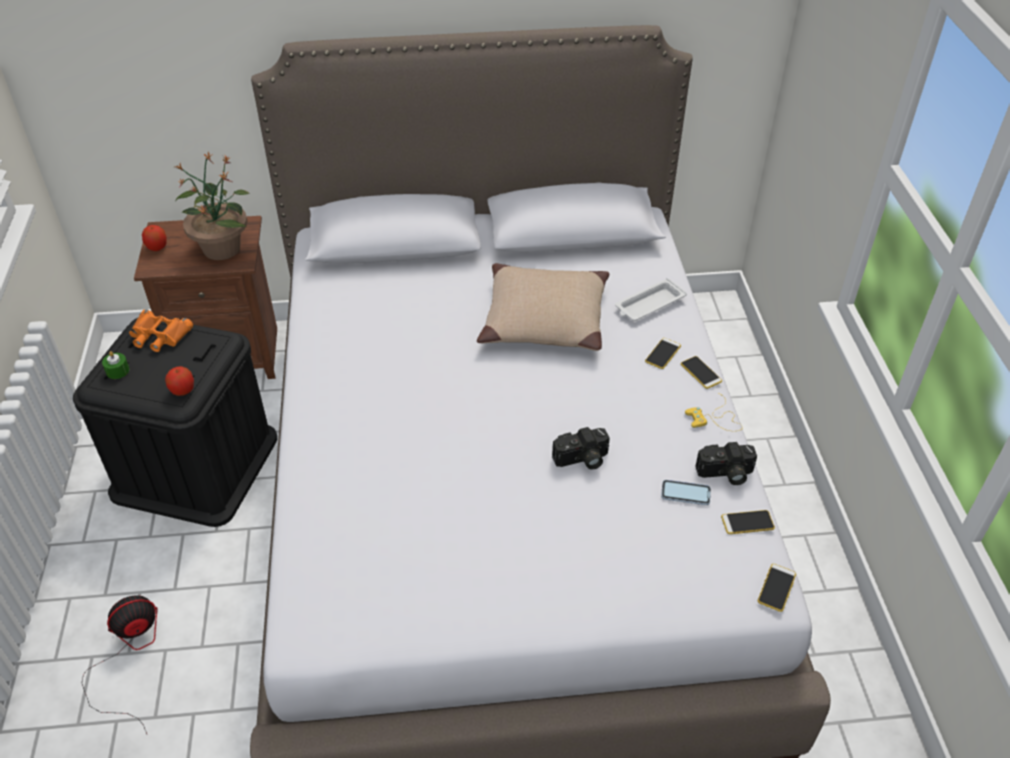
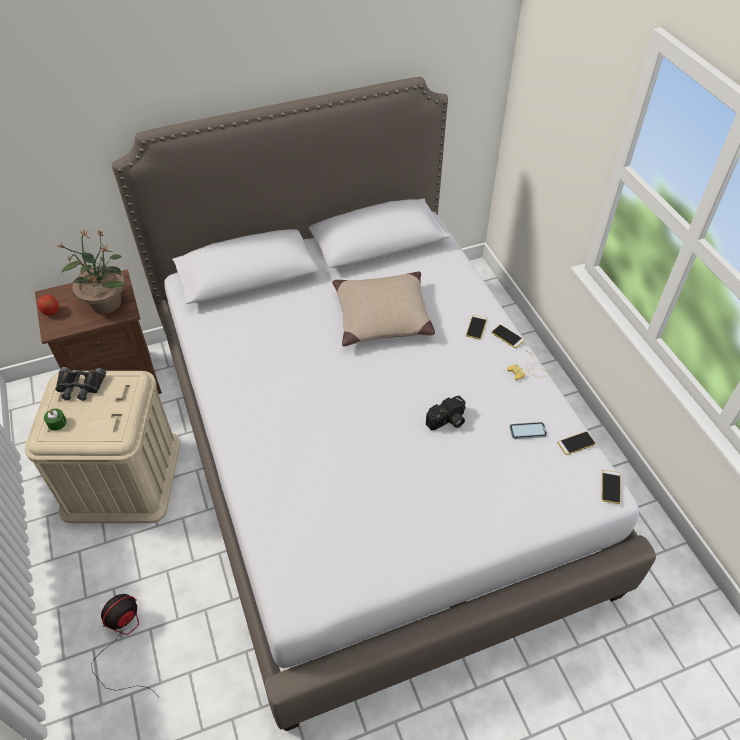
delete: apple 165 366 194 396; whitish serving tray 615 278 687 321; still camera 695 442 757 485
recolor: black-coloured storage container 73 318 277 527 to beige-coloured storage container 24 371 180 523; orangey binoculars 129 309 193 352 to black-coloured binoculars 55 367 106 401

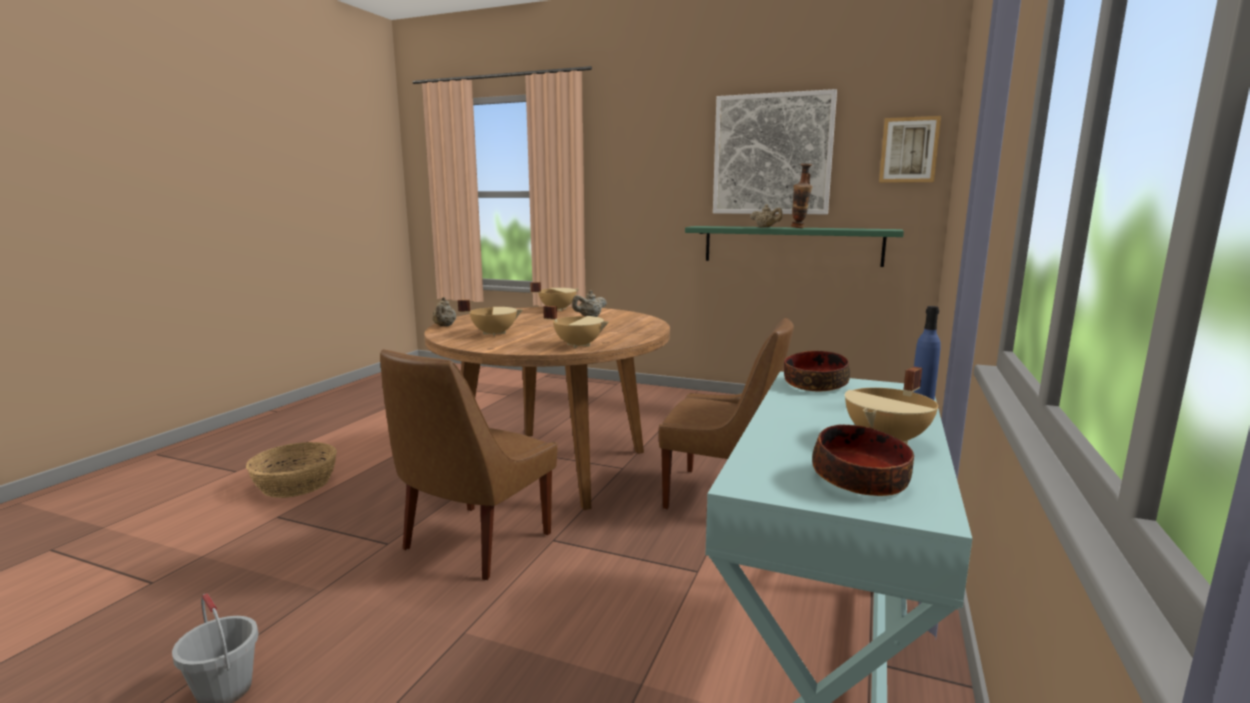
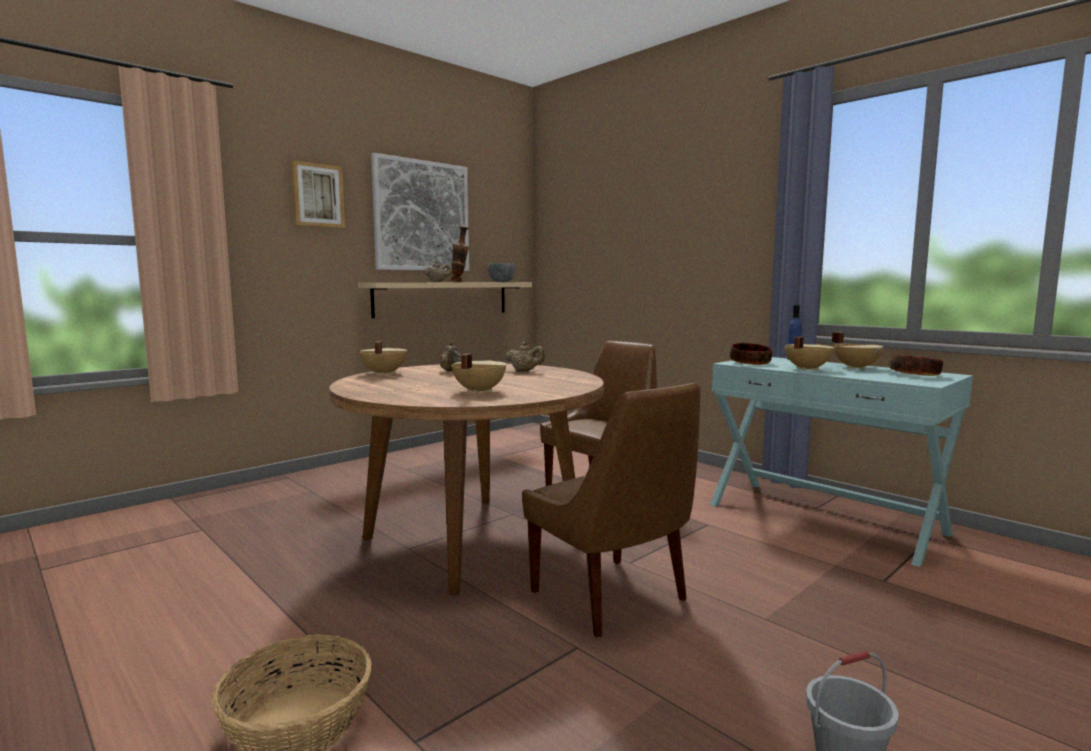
insert: gray bowl 488 263 516 282
move: wall picture 879 116 941 183 to 291 160 345 228; beige-coloured teapot 432 297 456 326 to 505 342 545 372; beige-coloured saucepot 543 306 609 348 to 785 337 834 370
recolor: green-coloured shelf 685 226 904 267 to beige-coloured shelf 358 283 532 318

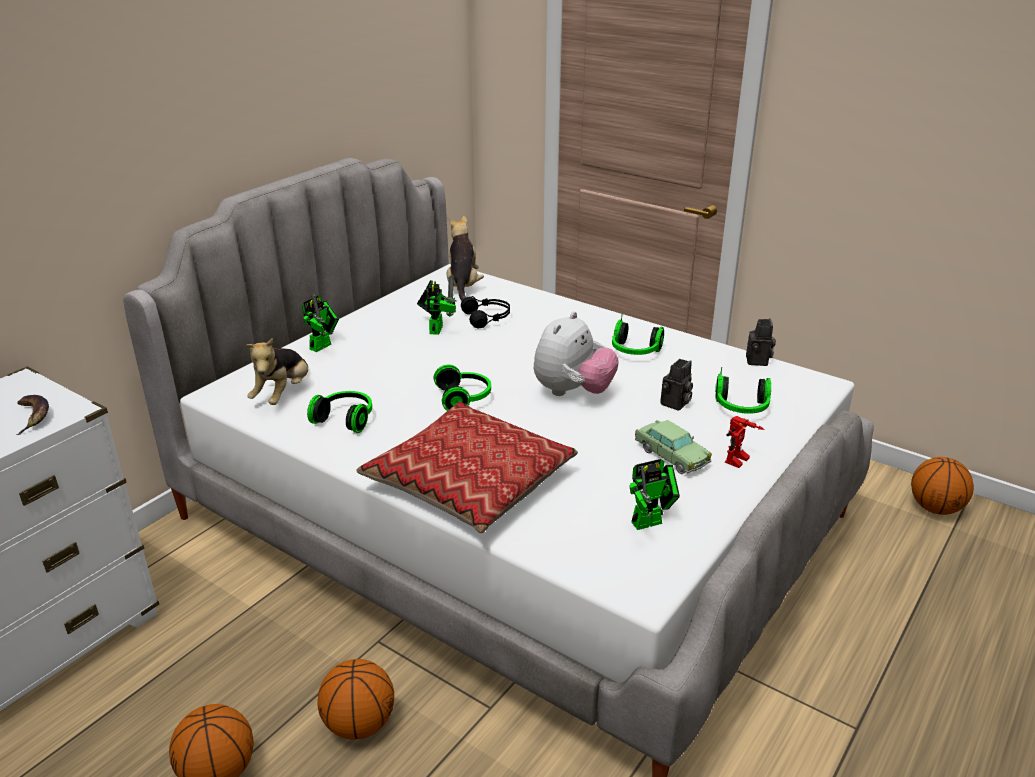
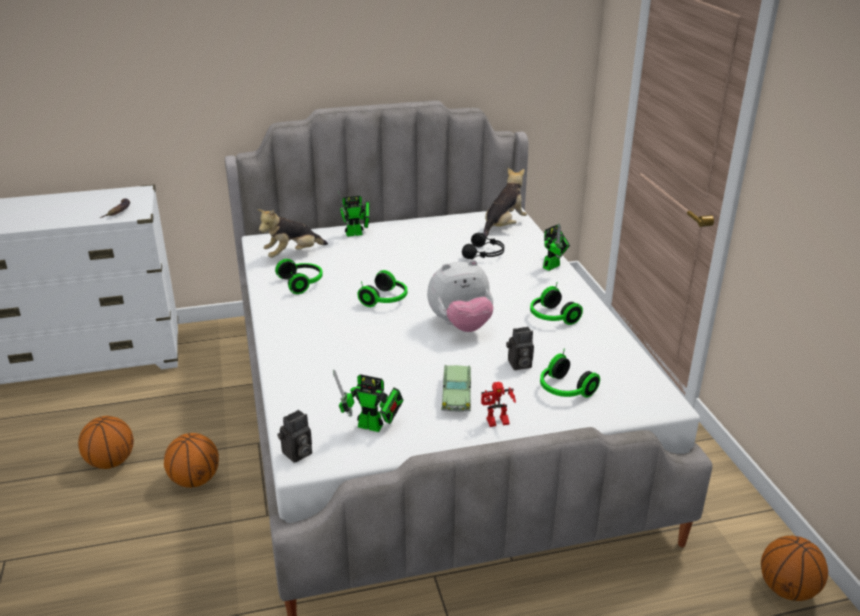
delete: throw pillow 356 402 578 533
move: still camera 746 318 776 366 to 277 410 312 463; robot figure 417 275 457 335 to 543 224 570 271

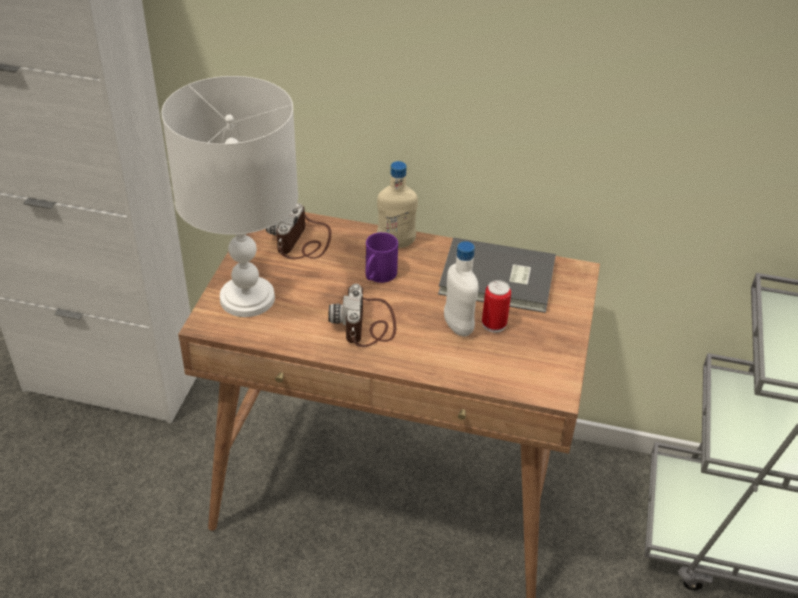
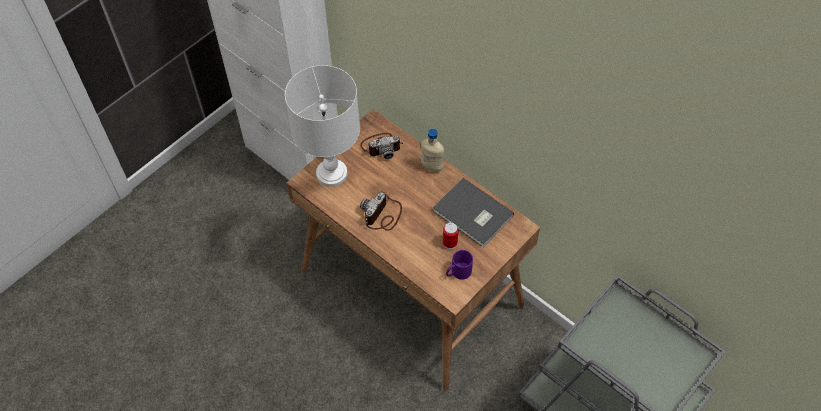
delete: whitish drink bottle 444 241 479 337
move: purple-coloured tea mug 366 232 398 283 to 446 250 473 280
rotate: still camera 266 203 331 259 = 360 133 403 159 150 degrees counterclockwise

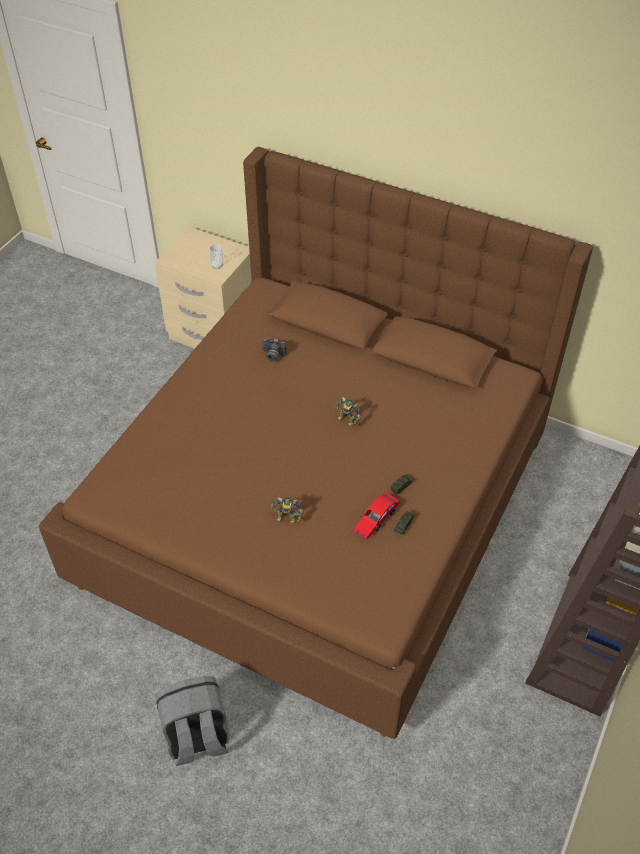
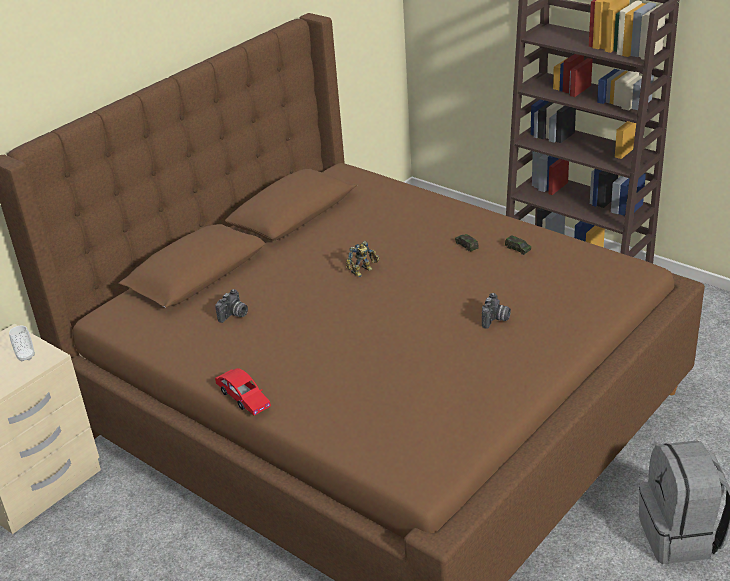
move: red toy car 354 493 400 539 to 215 368 271 415
replace: robot figure 270 497 304 523 to still camera 482 293 511 329

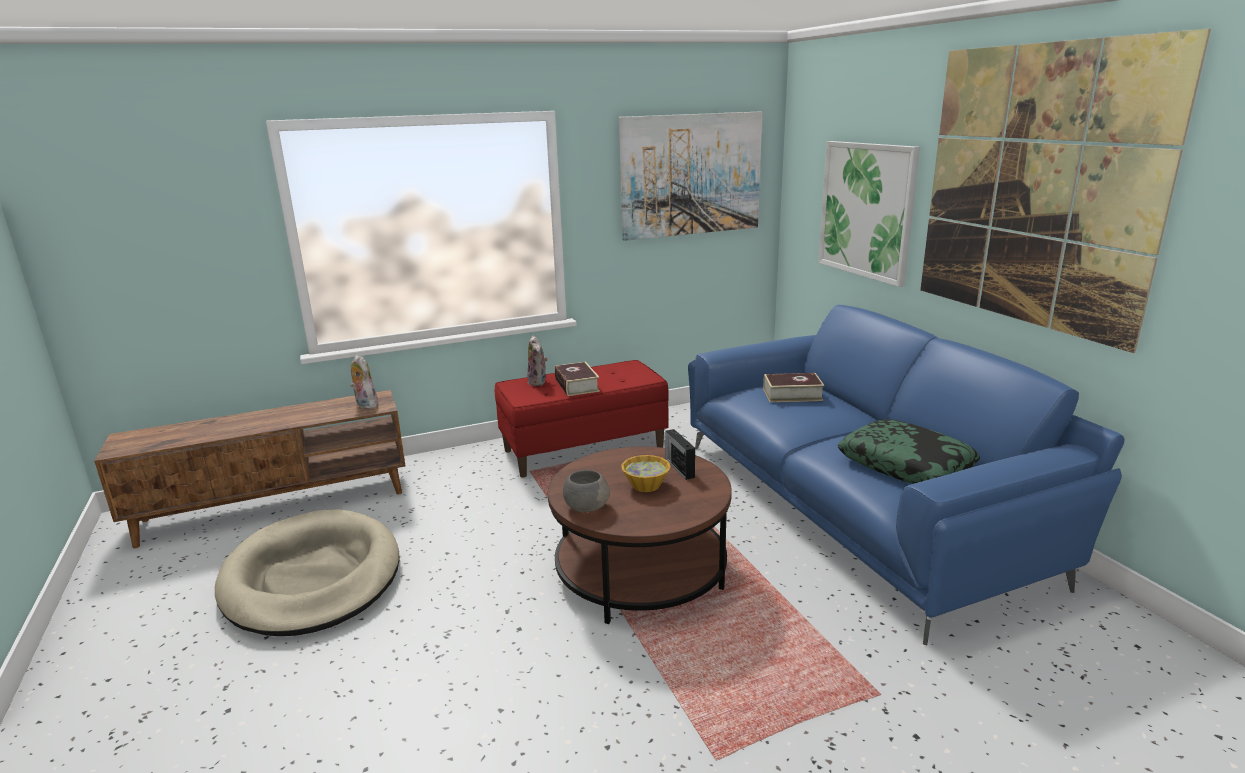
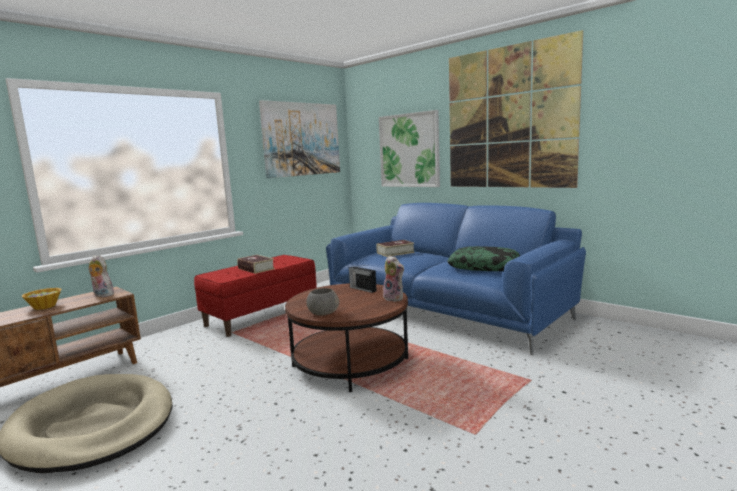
move: bowl 621 455 671 492 to 22 288 61 310; plush toy 527 335 548 386 to 383 255 404 302

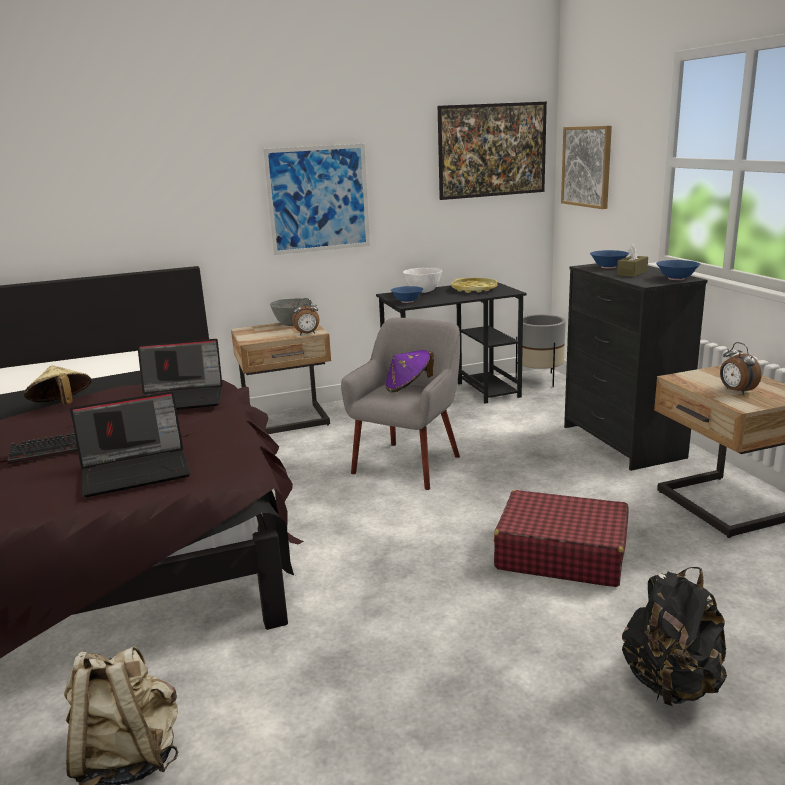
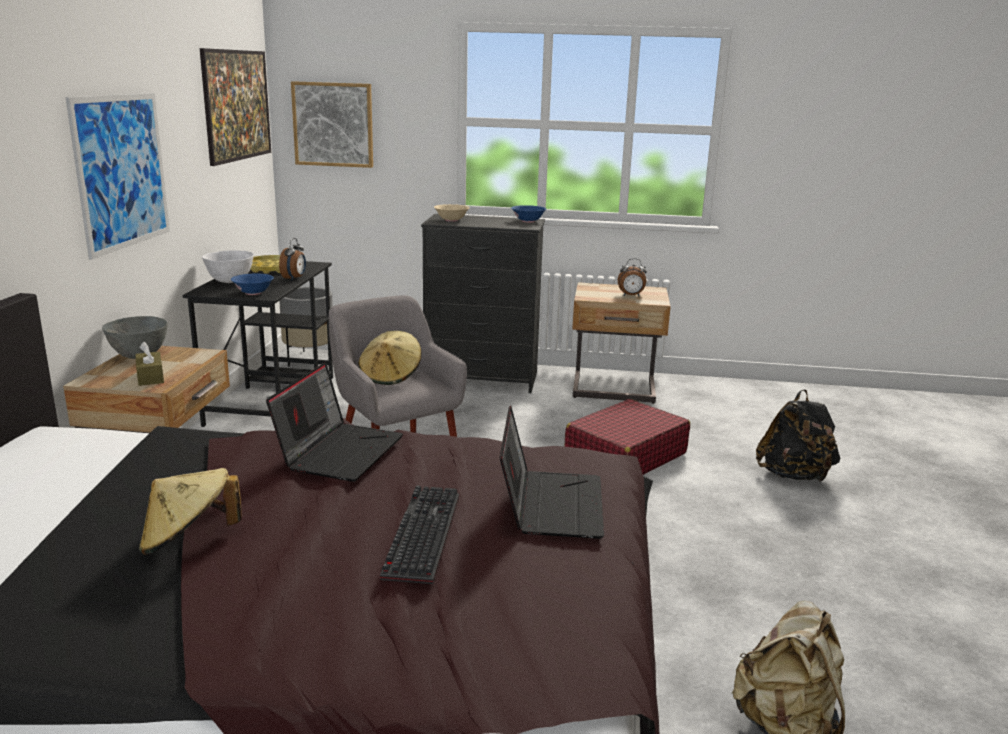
move: brown box of tissues 617 244 648 277 to 135 342 164 386; table clock 292 298 319 335 to 279 238 306 281
recolor: purple-coloured hat 385 350 434 393 to beige-coloured hat 358 331 422 385; blue bowl 590 250 629 269 to beige-coloured bowl 434 204 470 222

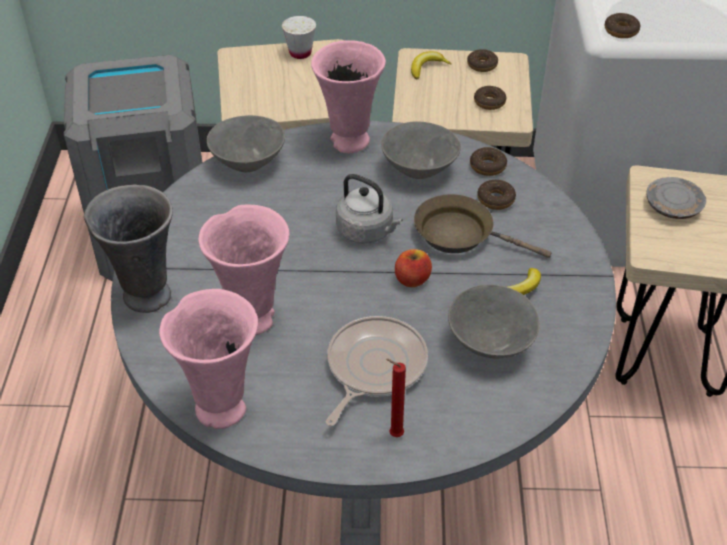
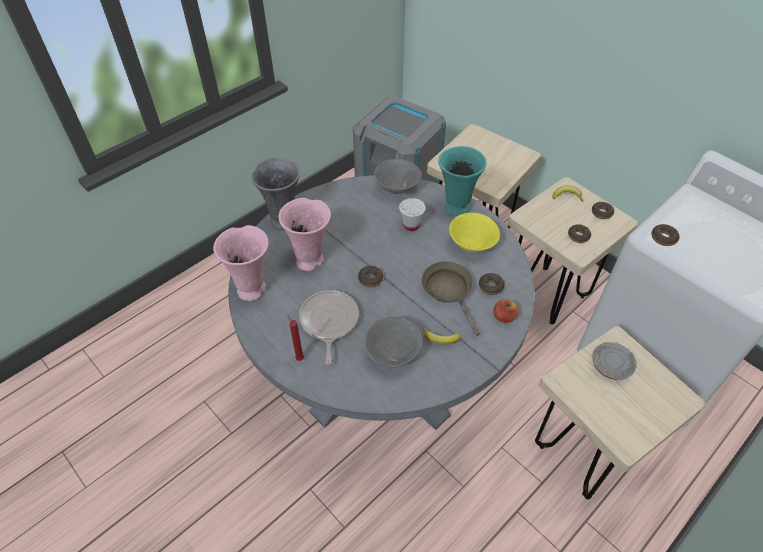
delete: gray tea kettle 336 174 403 244
move: ring doughnut 470 147 507 176 to 358 266 383 287; whitish drinking cup 282 16 316 59 to 399 198 426 231; apple 395 249 432 287 to 493 299 519 323
recolor: pink-coloured vase 311 40 386 153 to blue-green vase 438 146 487 216; gray bowl 381 121 461 179 to yellow-coloured bowl 449 213 500 252
rotate: pan 326 316 428 426 = 299 290 359 365 75 degrees counterclockwise

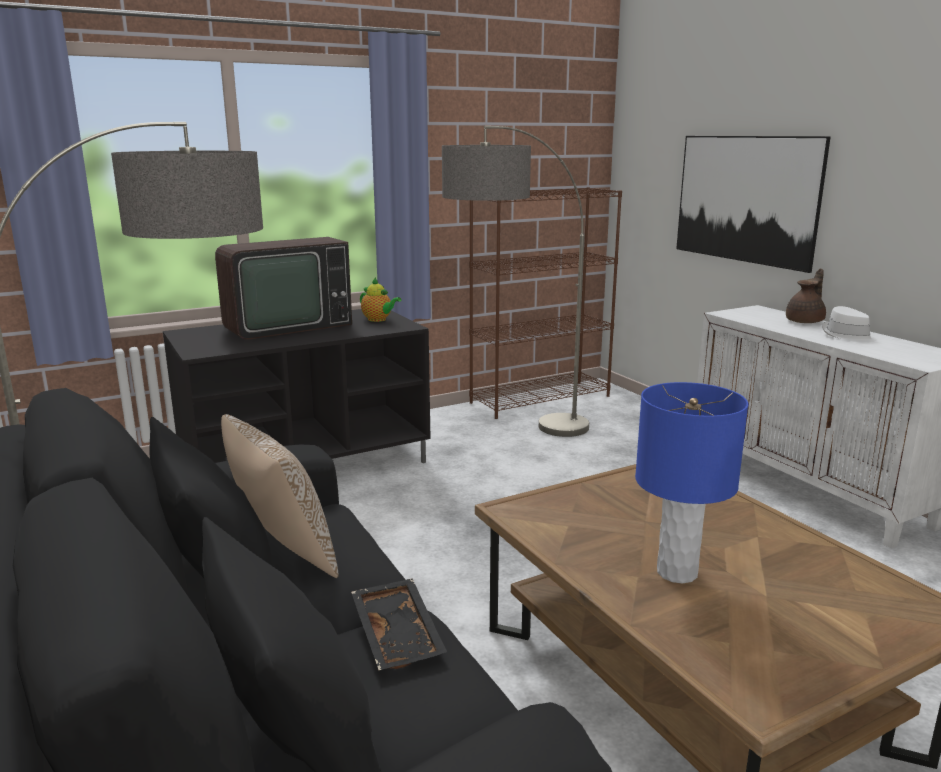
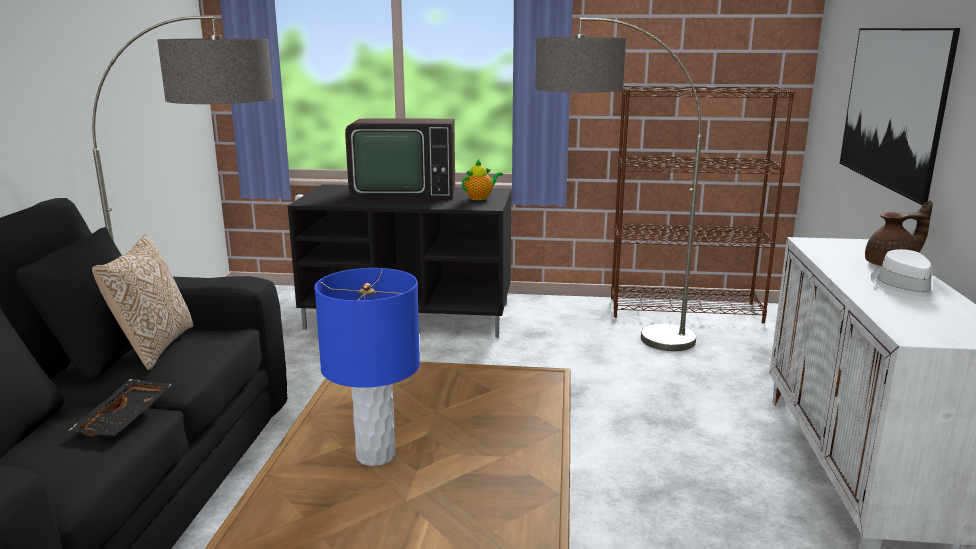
rotate: teapot 360 278 401 322 = 462 160 503 200 105 degrees counterclockwise

